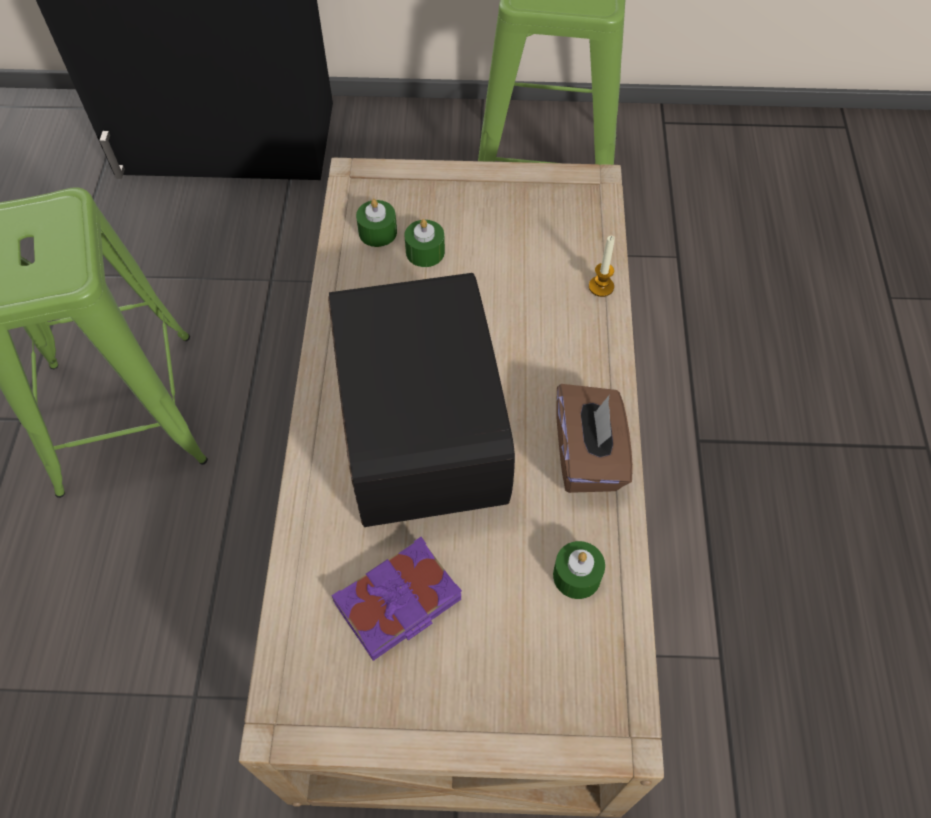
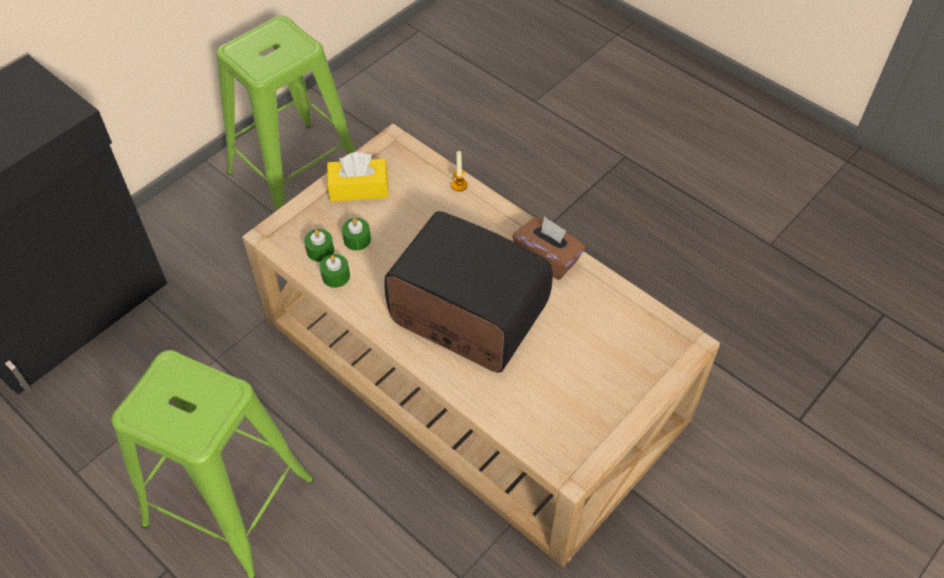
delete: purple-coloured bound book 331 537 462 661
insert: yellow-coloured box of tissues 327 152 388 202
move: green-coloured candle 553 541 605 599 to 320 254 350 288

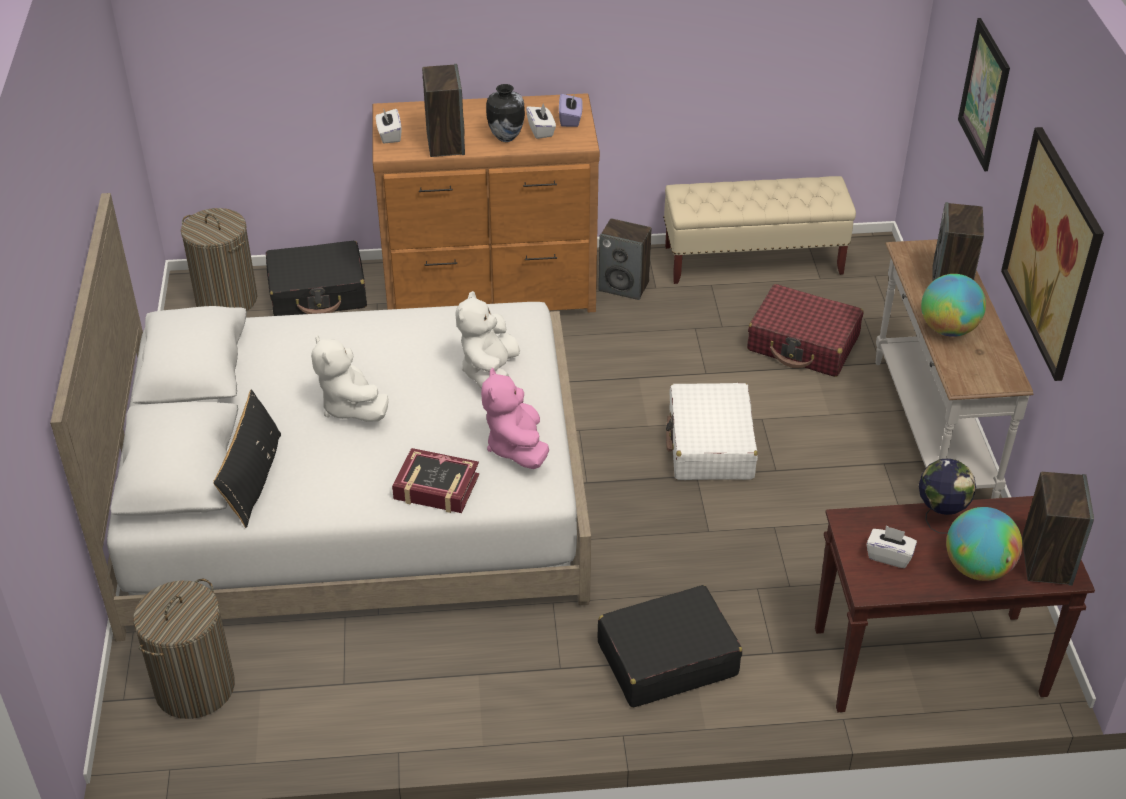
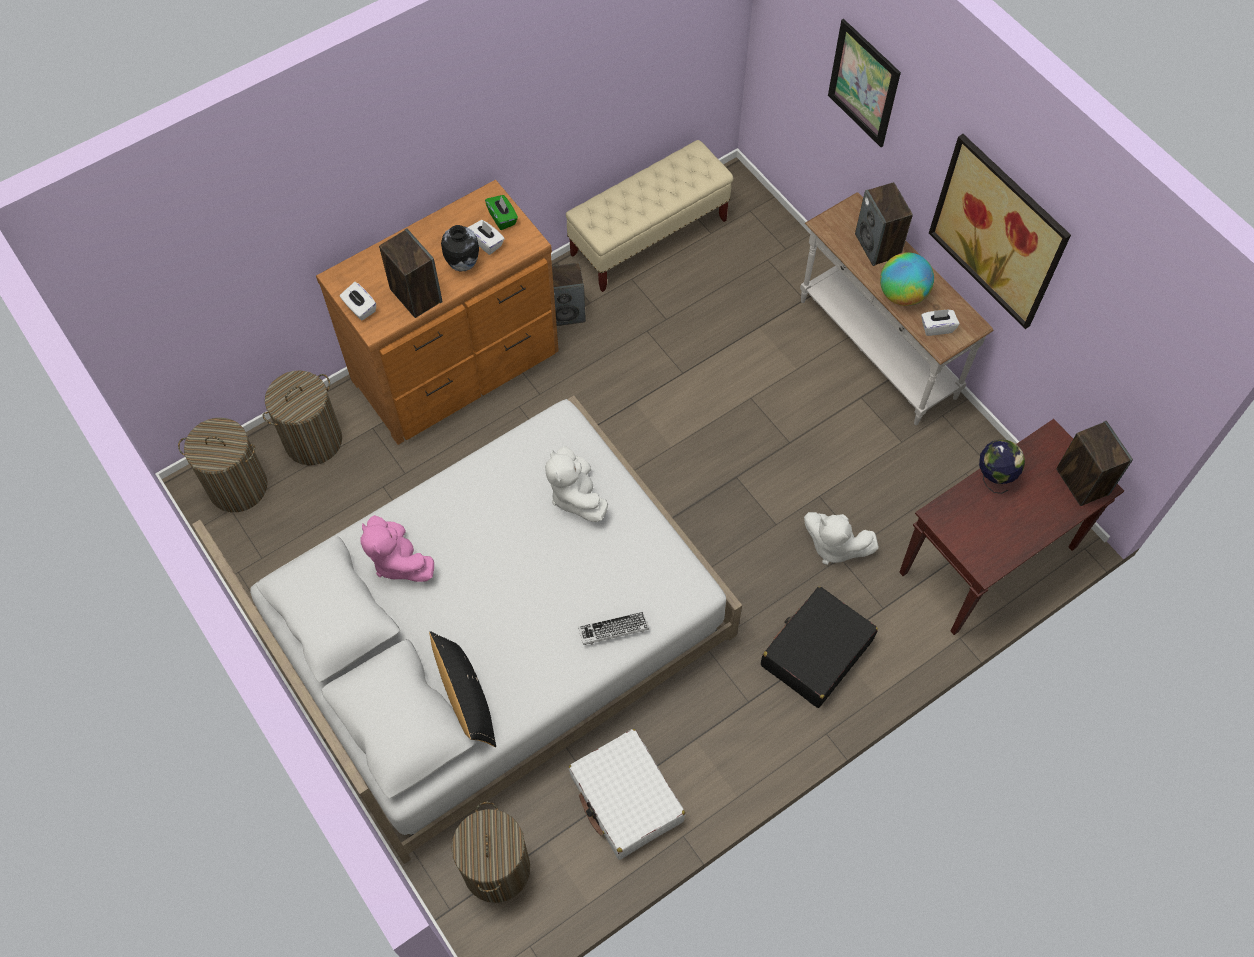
delete: red piece of luggage 747 284 863 377; globe 946 507 1022 581
move: pink-coloured plush toy 481 368 549 469 to 360 515 434 582; whitish piece of luggage 666 383 758 480 to 568 729 686 860; whitish plush toy 311 335 389 422 to 804 512 879 565; whitish box of tissues 867 526 917 568 to 921 309 959 336
replace: black-coloured piece of luggage 266 241 367 316 to laundry basket 263 370 342 465; bound book 392 448 479 513 to computer keyboard 578 612 649 645
recolor: purple-coloured box of tissues 559 93 583 127 to green-coloured box of tissues 485 195 518 230

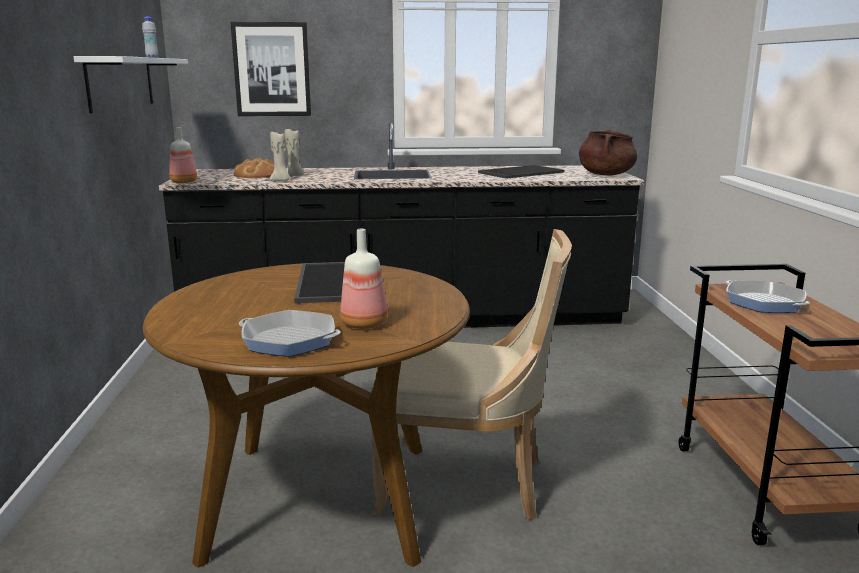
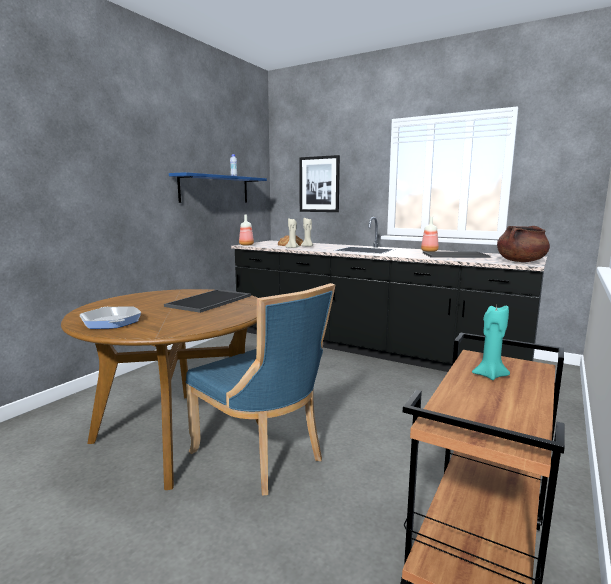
move: drink bottle 340 229 388 329 to 421 216 439 251
replace: pan 726 280 810 313 to blue-green candle 472 306 510 380
recolor: whitish shelf 74 56 188 113 to blue shelf 169 172 267 203; beige-coloured chair 372 229 572 521 to blue chair 186 283 335 496

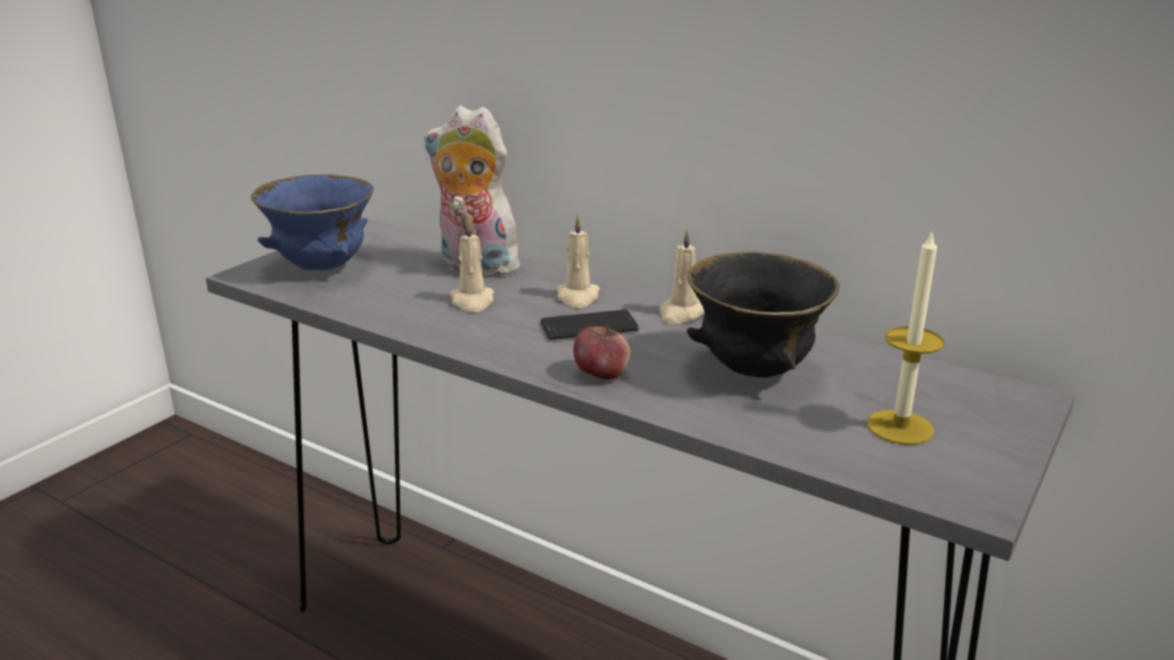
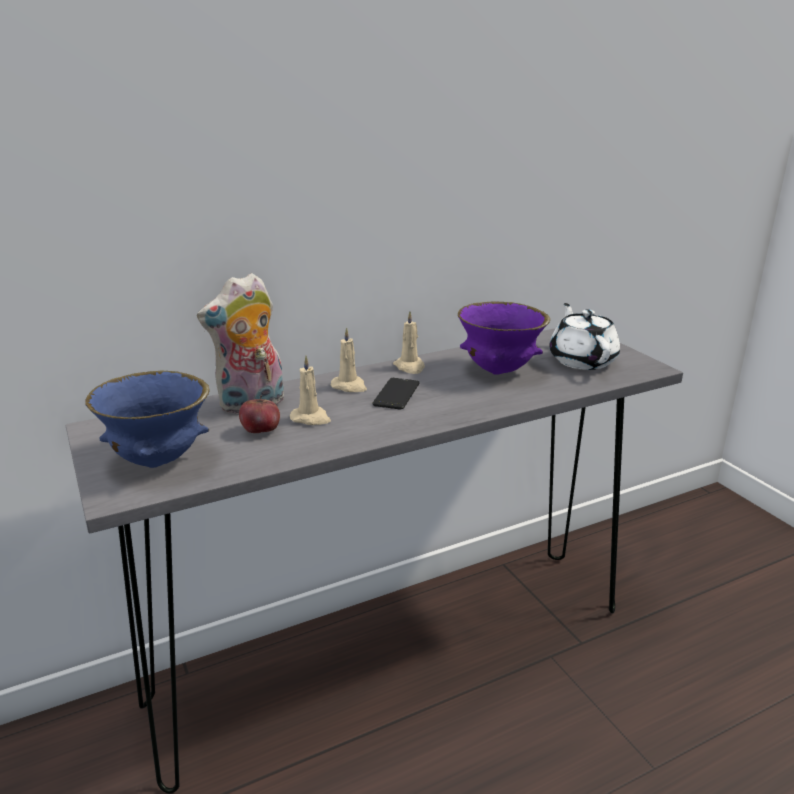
move: apple 573 326 630 380 to 239 395 280 433
replace: candle 867 231 944 445 to whitish teapot 550 303 620 370
recolor: black-coloured bowl 687 252 839 378 to purple-coloured bowl 458 302 550 375

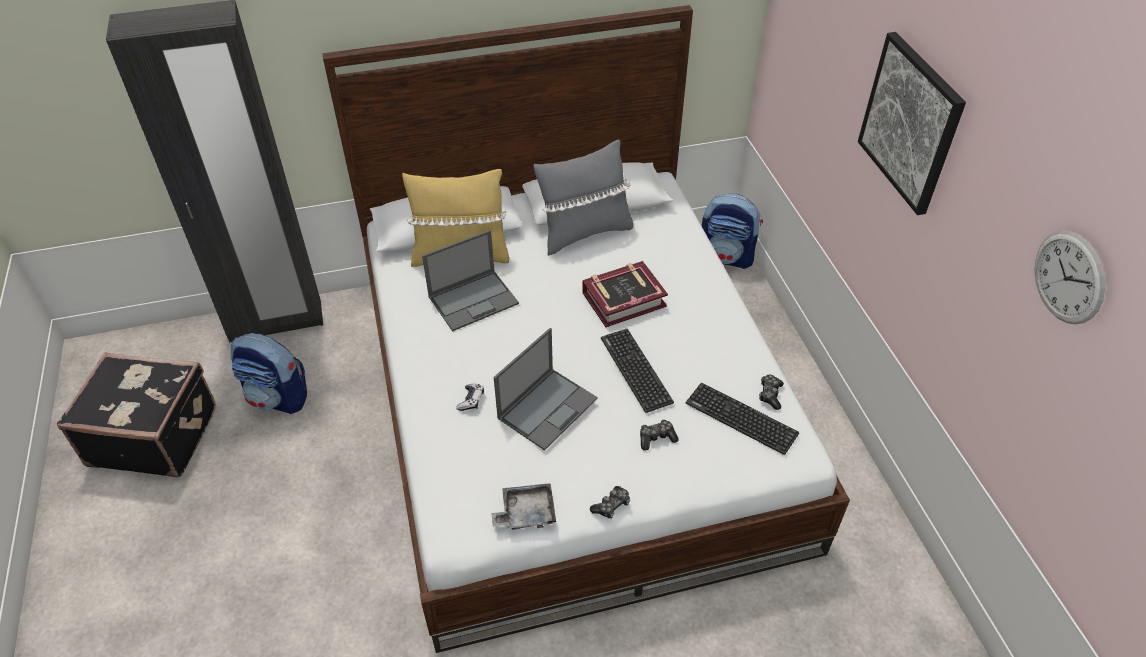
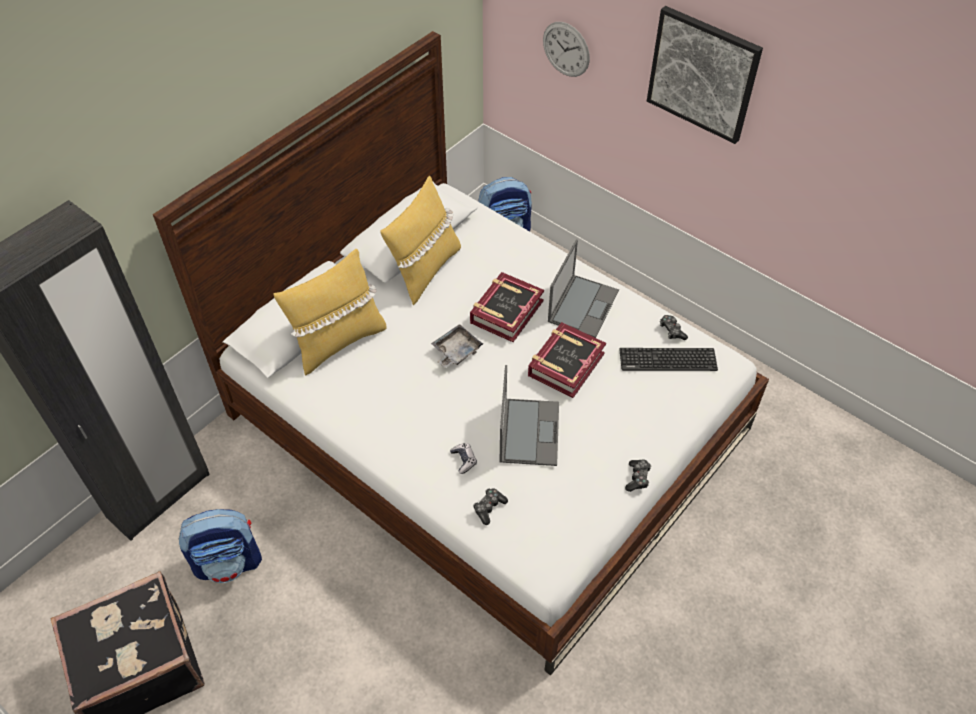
move: gray serving tray 492 483 556 530 to 431 324 483 368; gamepad 640 419 678 451 to 473 488 508 525; hanging clock 1034 231 1105 325 to 543 22 590 77; portable computer 422 230 519 332 to 548 239 619 338
replace: computer keyboard 601 329 674 413 to bound book 528 322 606 398
recolor: gray throw pillow 533 140 633 256 to yellow-coloured throw pillow 380 176 461 306

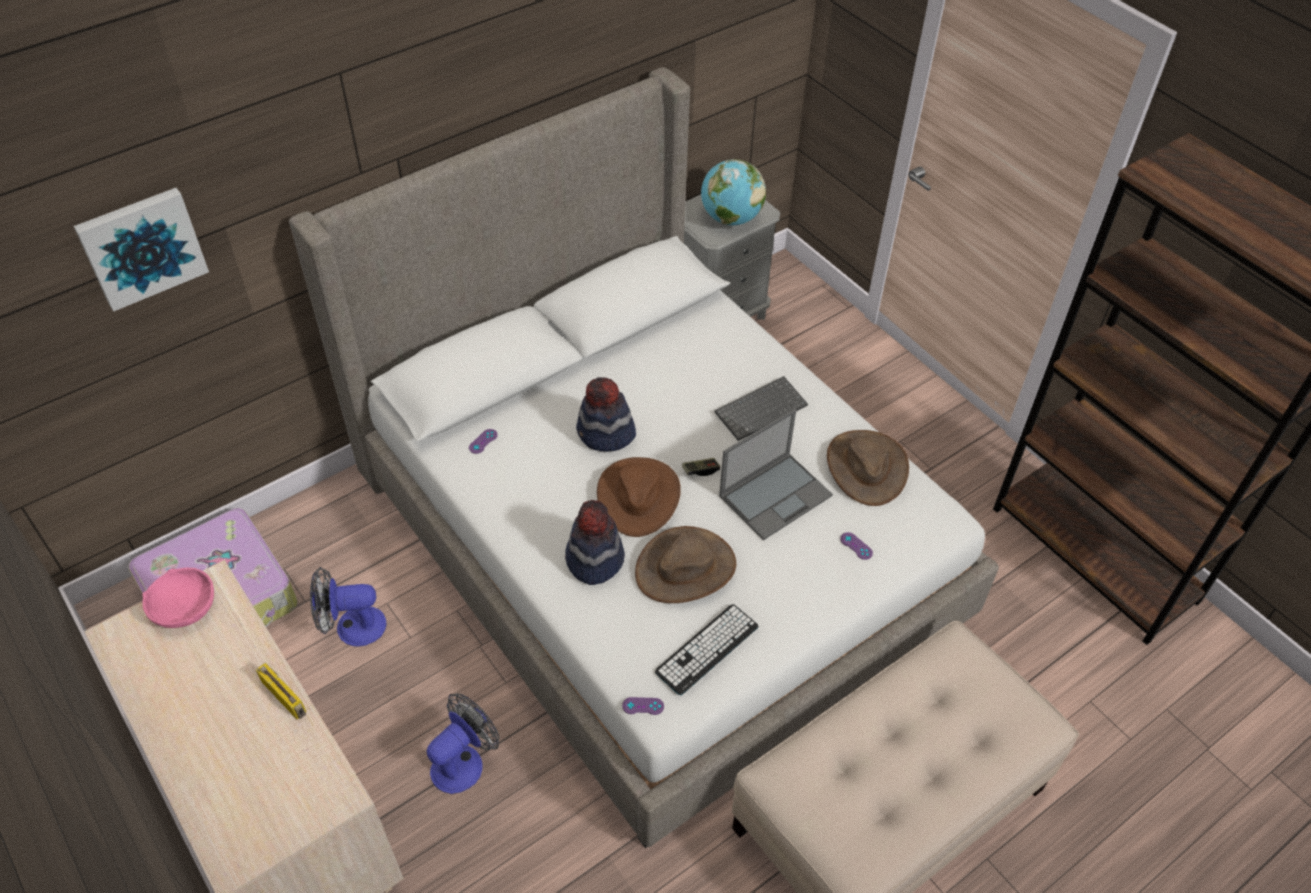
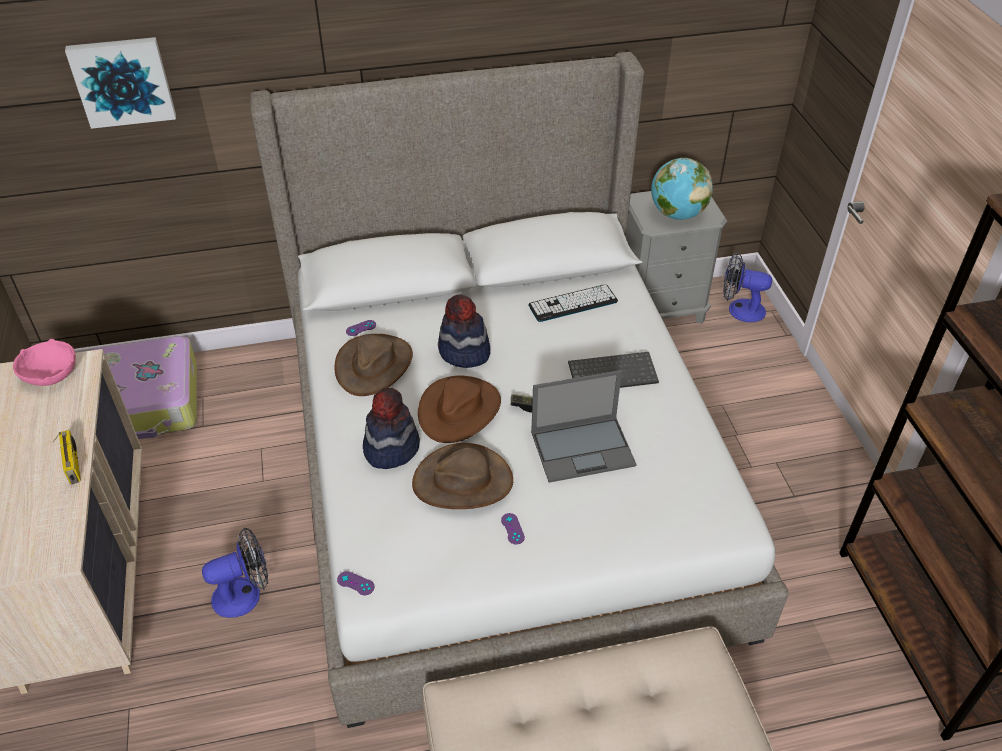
move: brown hat 827 430 909 506 to 334 334 413 396; purple-coloured gamepad 840 532 873 560 to 501 513 525 545; computer keyboard 655 604 758 695 to 529 284 618 322; electric fan 310 567 386 647 to 723 252 772 322

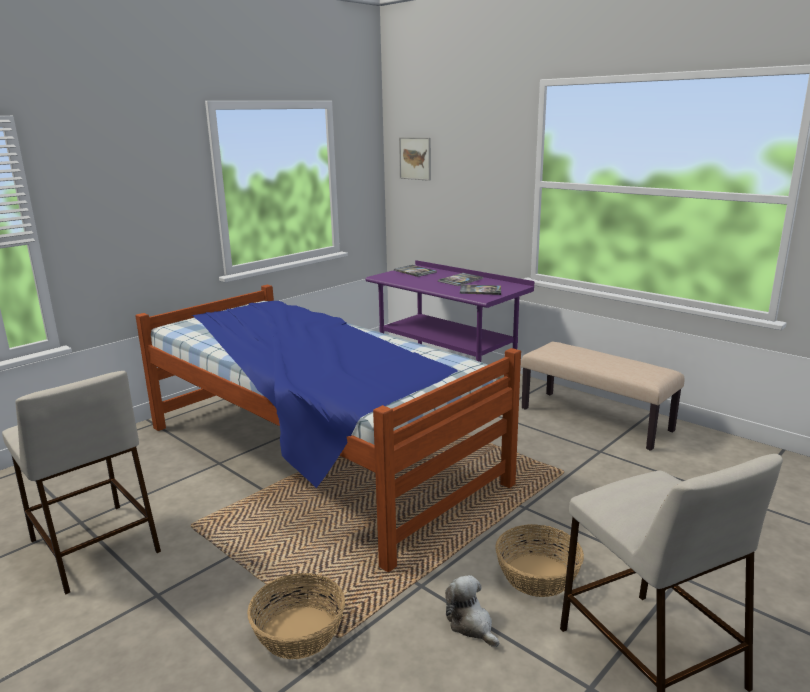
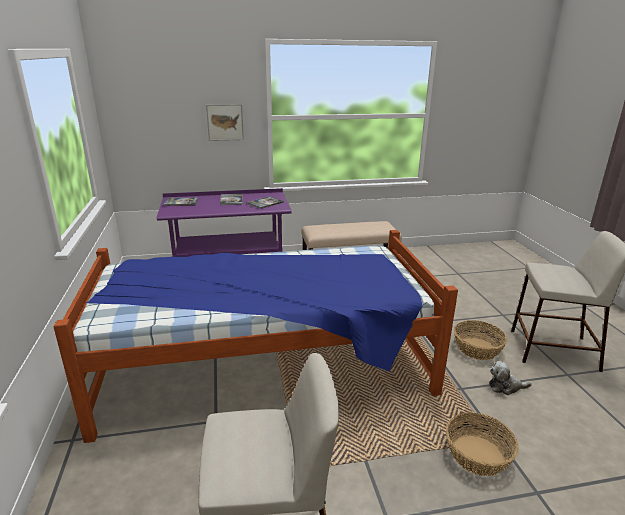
move: wall picture 399 137 431 181 to 206 104 244 141

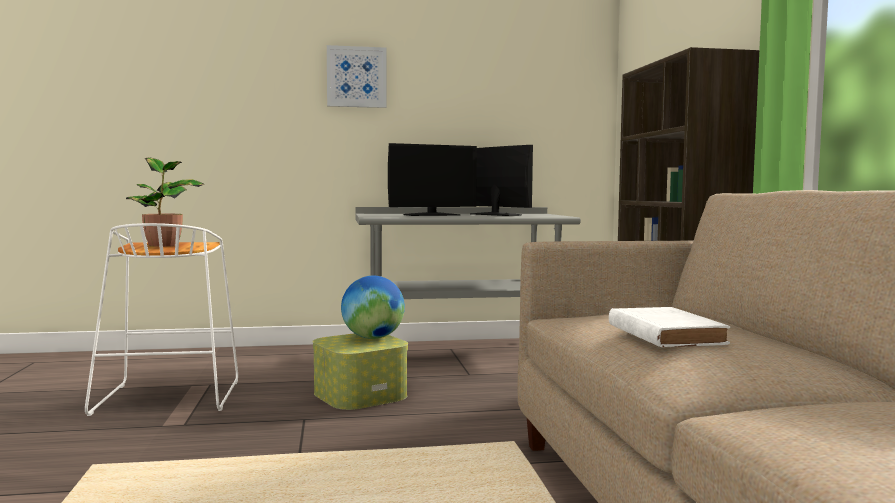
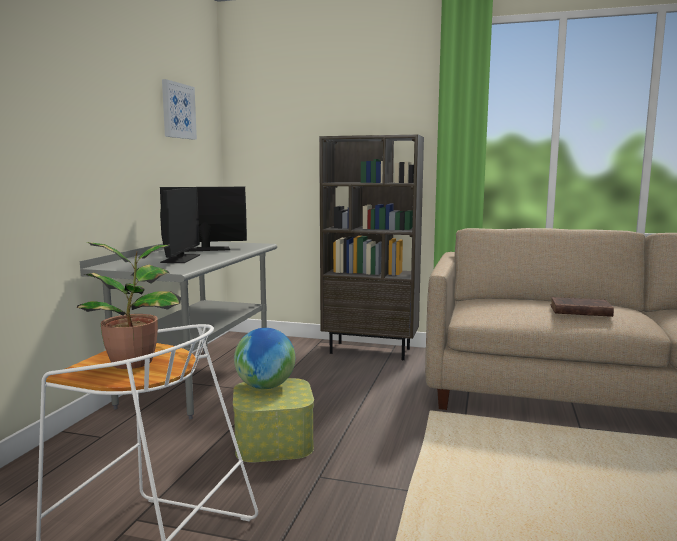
move: wall picture 327 45 387 108 to 162 79 197 140
recolor: whitish bound book 609 307 730 347 to brown bound book 550 297 614 317

